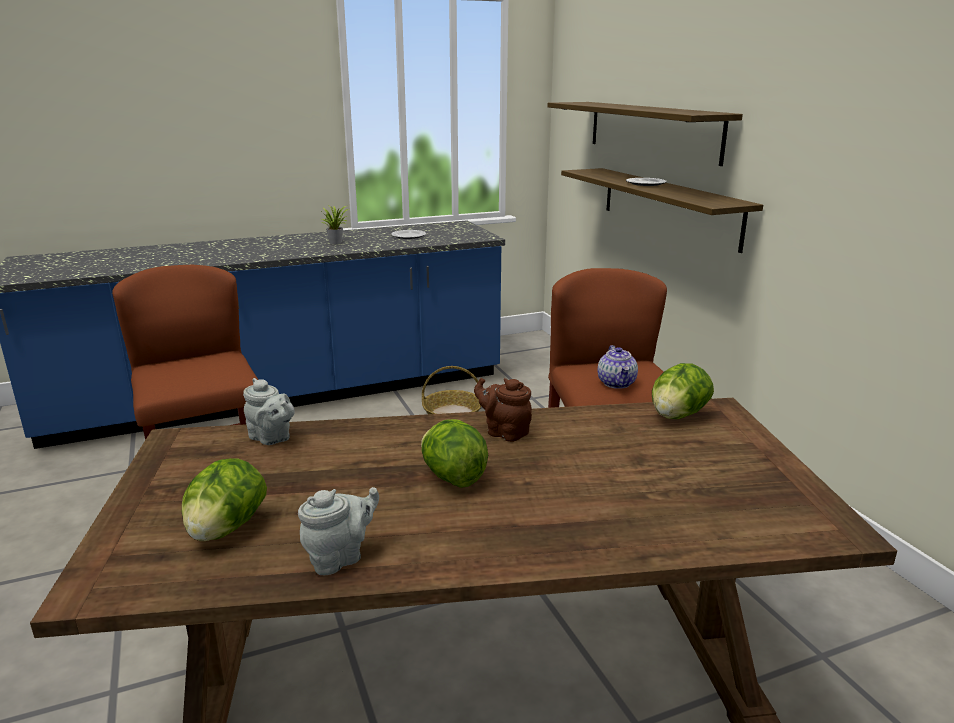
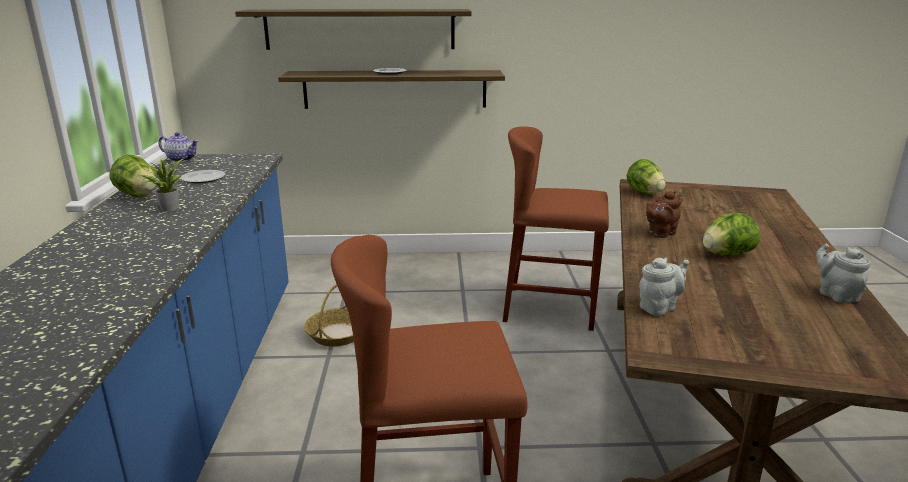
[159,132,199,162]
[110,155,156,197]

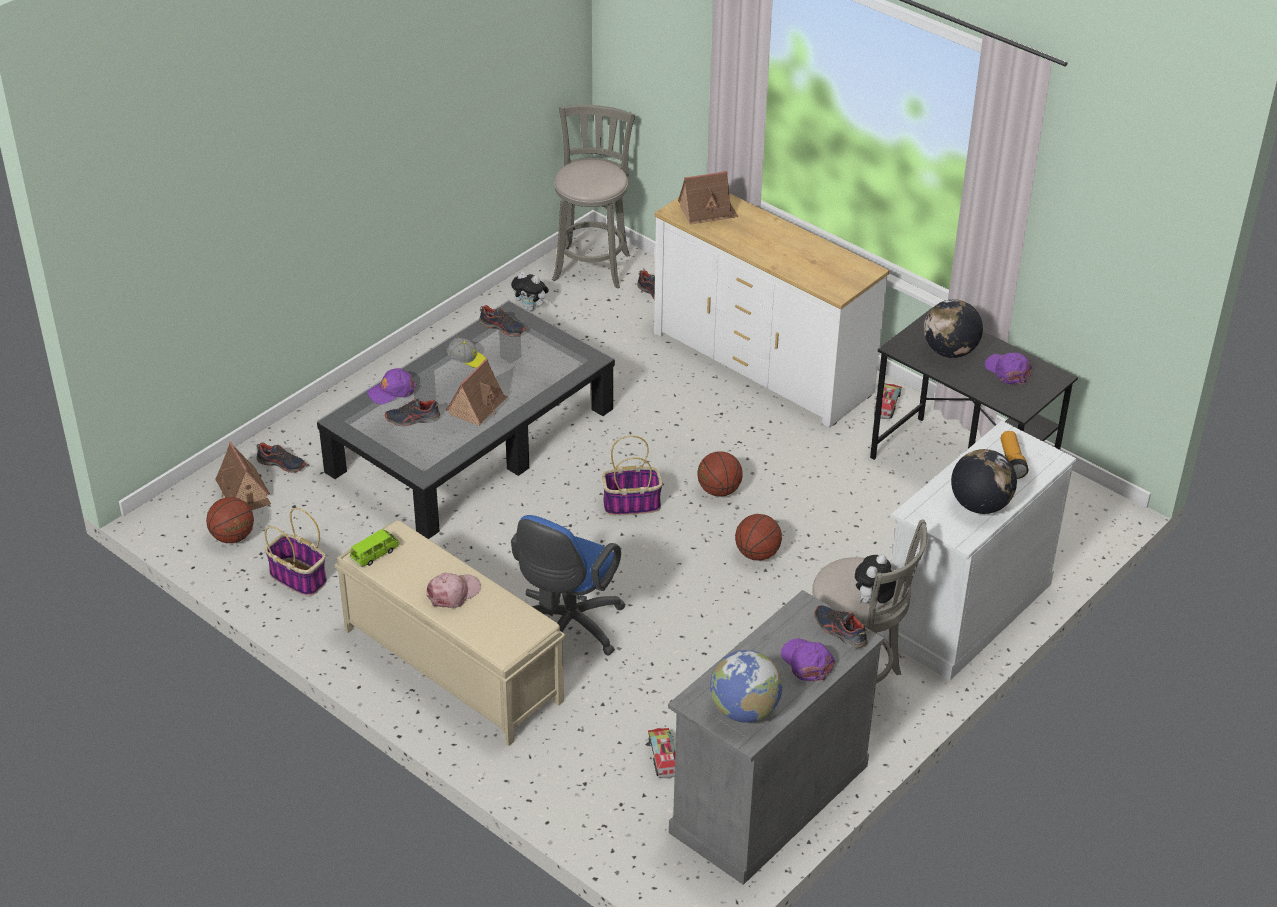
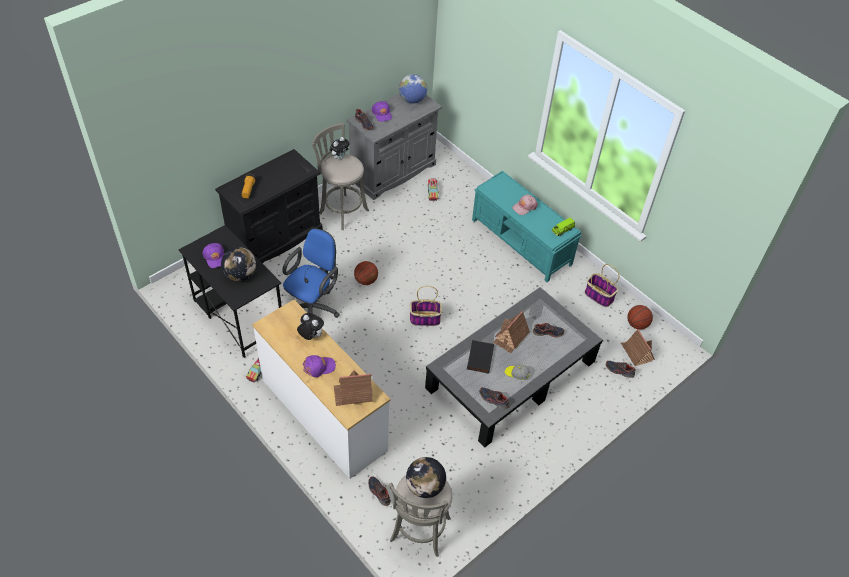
[297,313,324,340]
[302,355,336,378]
[215,149,323,263]
[406,457,446,498]
[697,451,743,496] (first image)
[282,228,340,318]
[472,171,582,282]
[467,340,494,373]

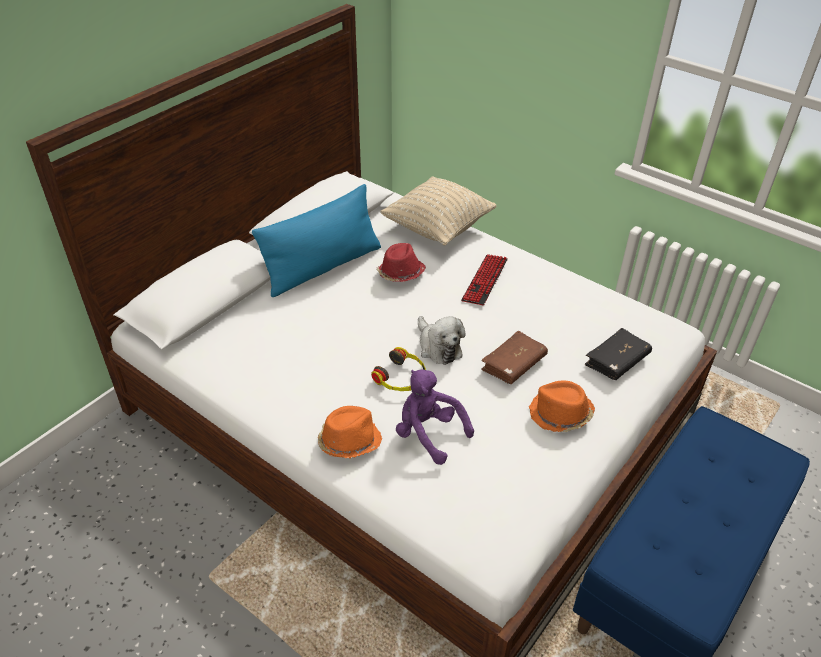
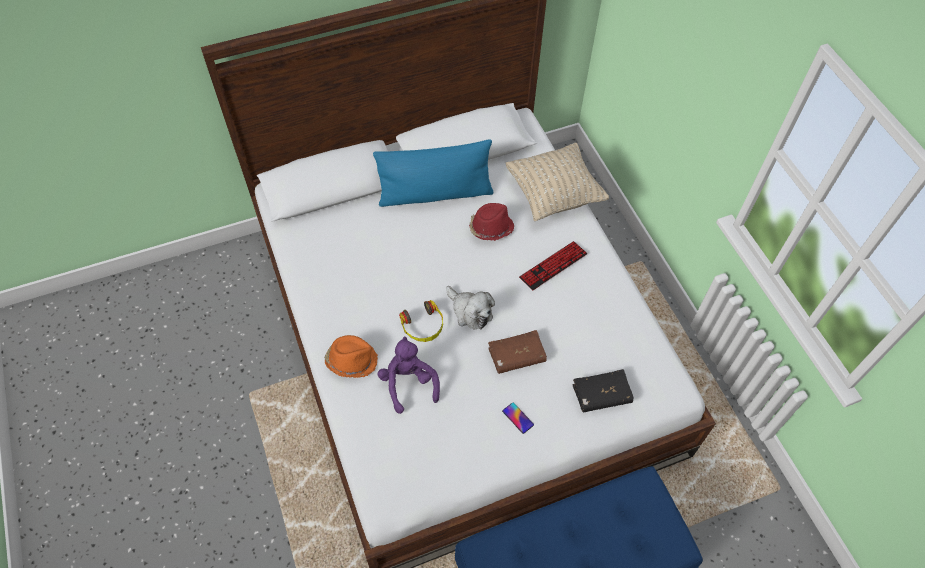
[446,286,495,330]
[502,402,534,434]

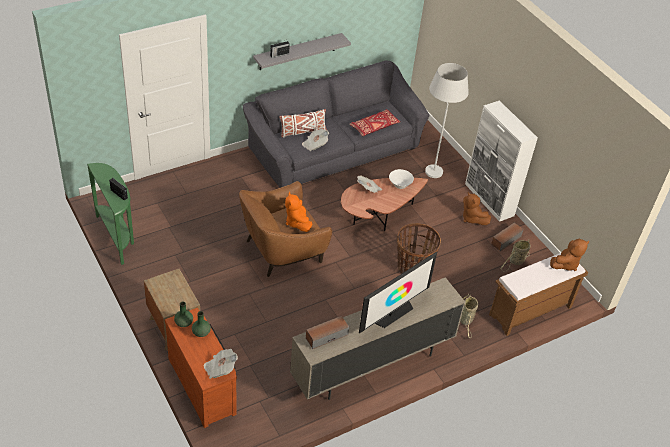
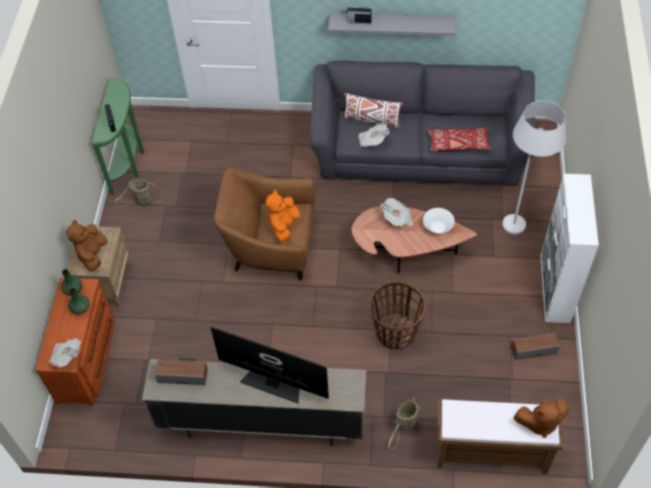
[66,220,107,271]
[114,179,164,206]
[211,327,329,403]

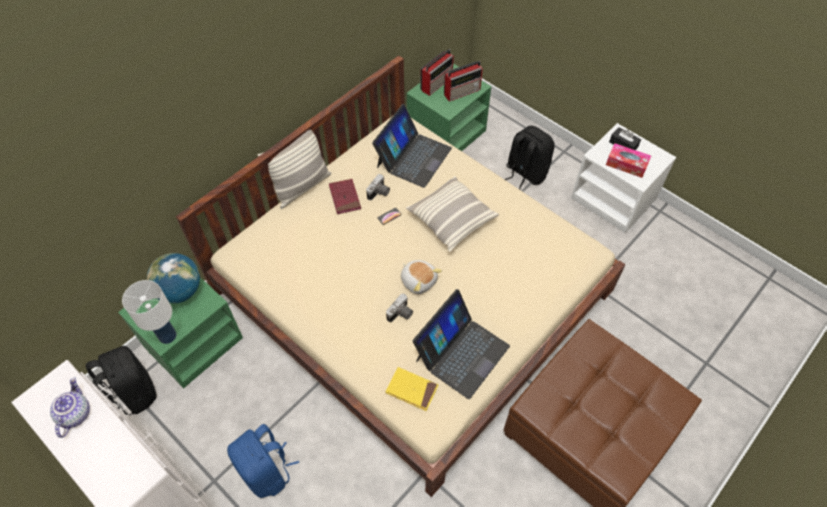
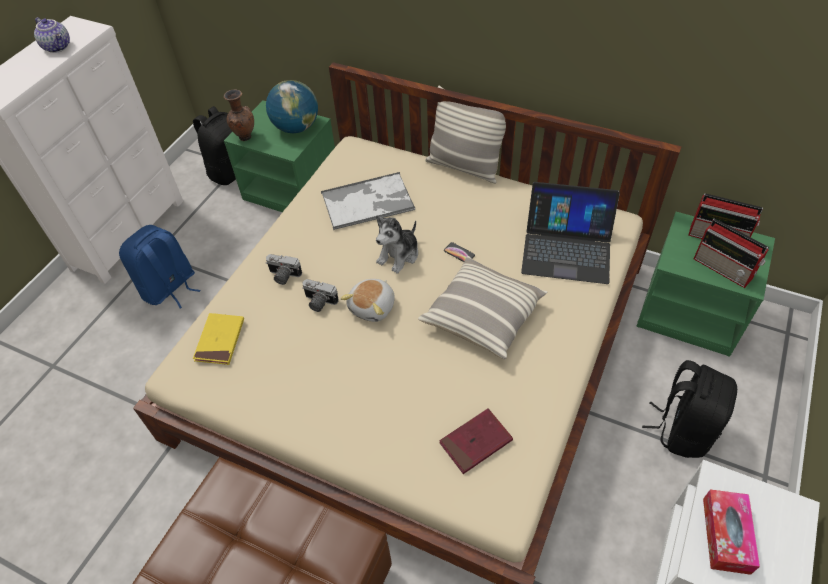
[609,127,641,150] (first image)
[266,254,302,285]
[439,408,513,474]
[224,89,254,141]
[413,289,510,399] (first image)
[34,17,70,53]
[321,172,415,230]
[376,215,418,273]

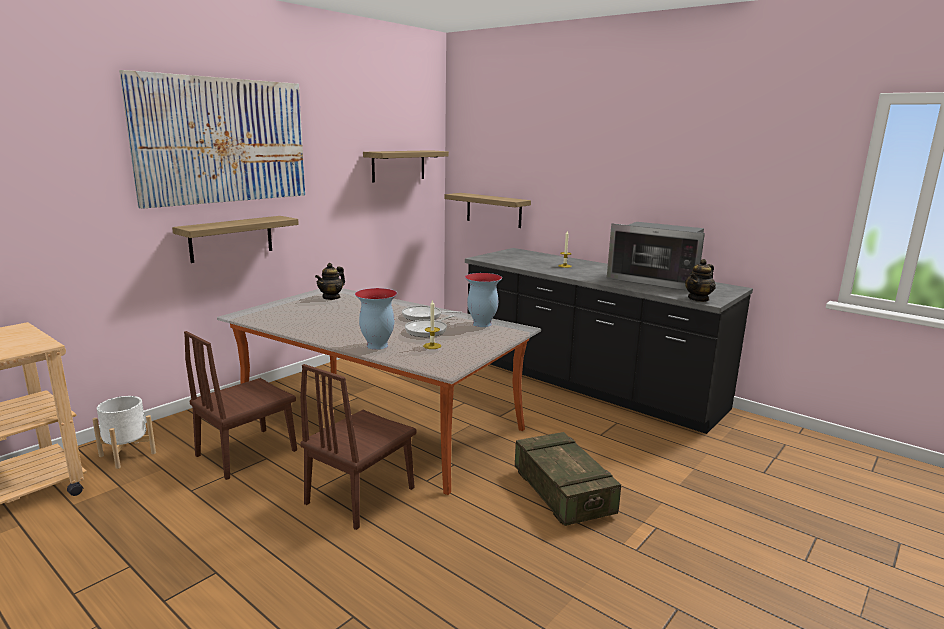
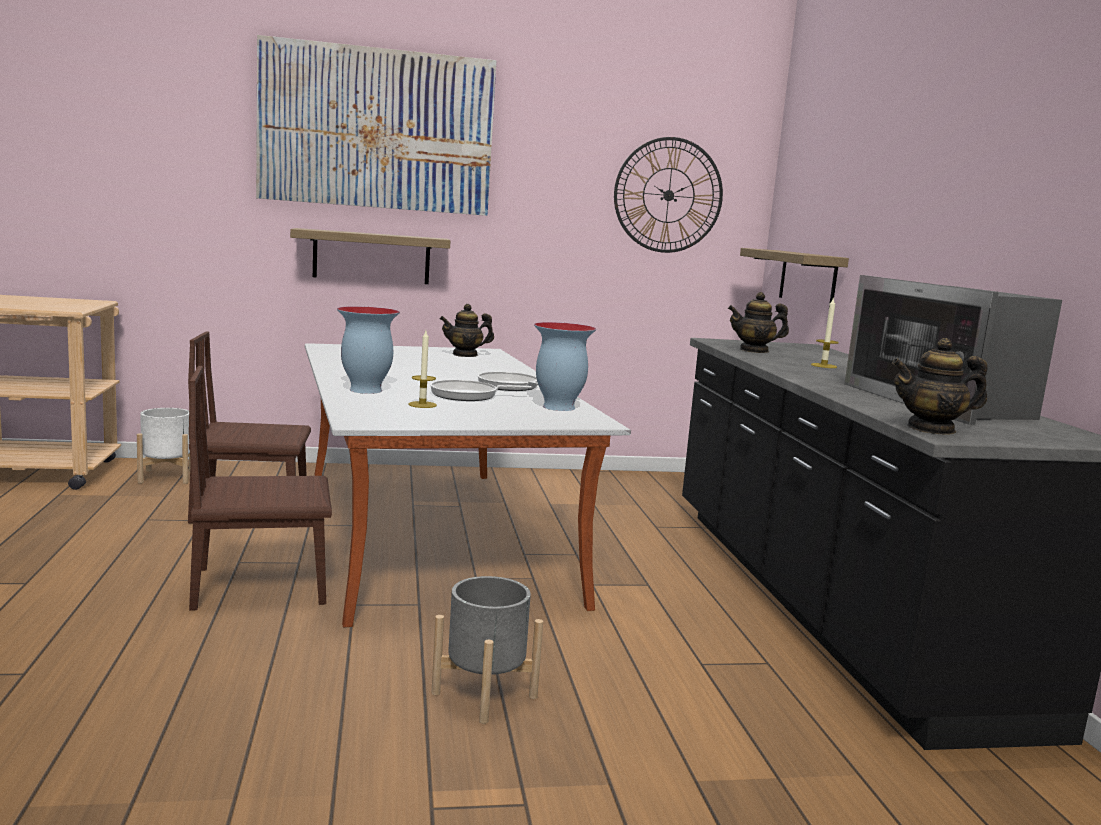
[614,137,723,253]
[432,576,543,724]
[728,292,789,353]

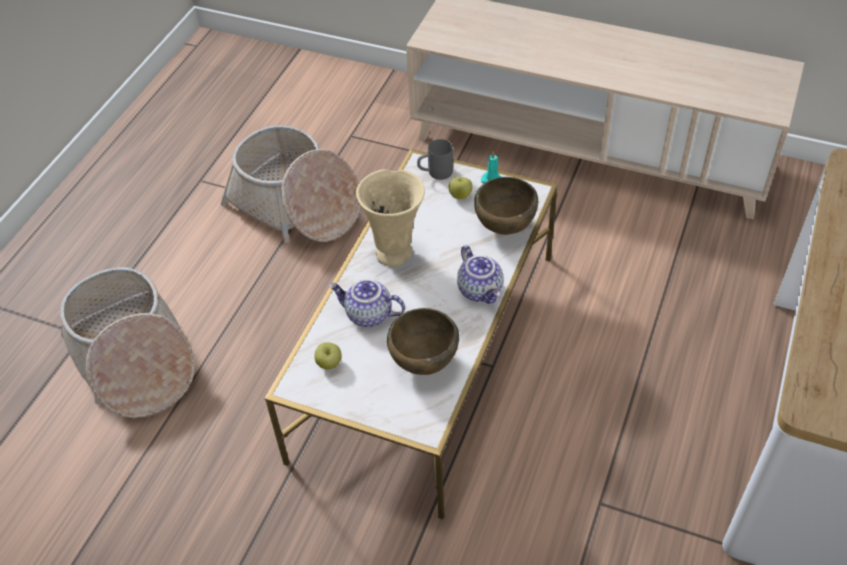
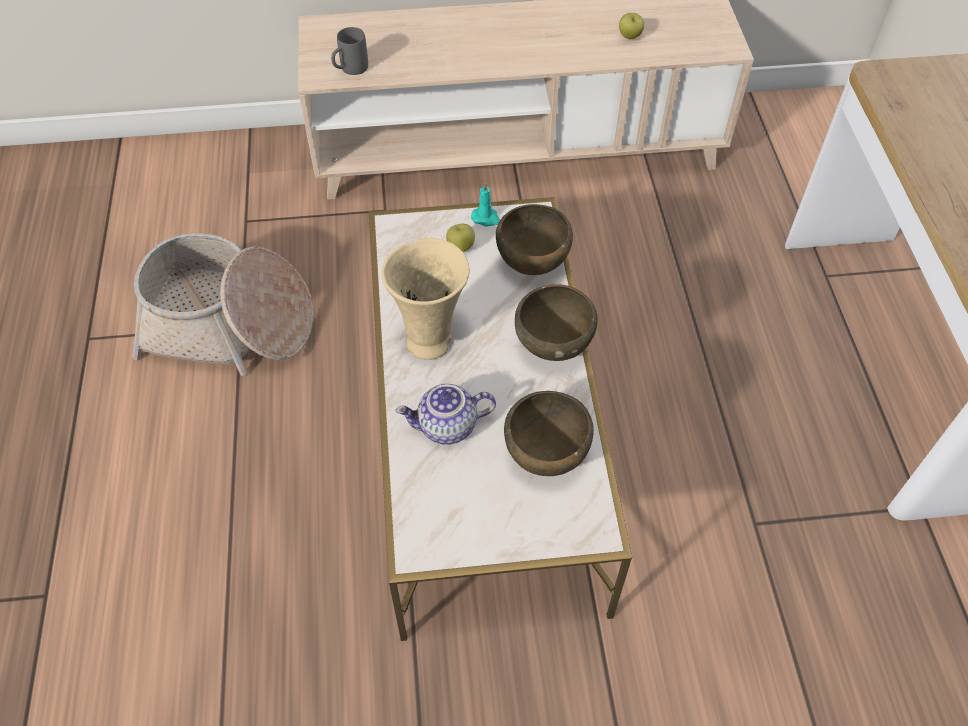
[331,27,368,75]
[515,284,598,361]
[60,267,195,418] (first image)
[619,13,644,39]

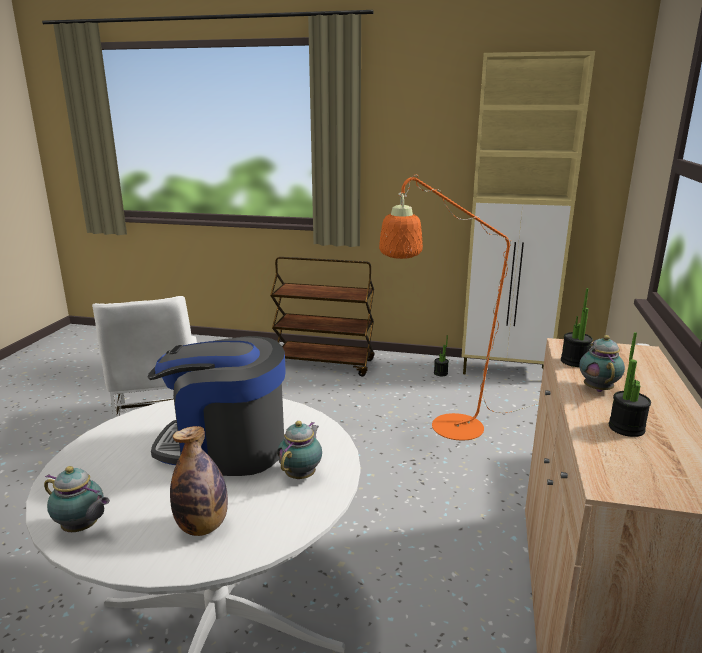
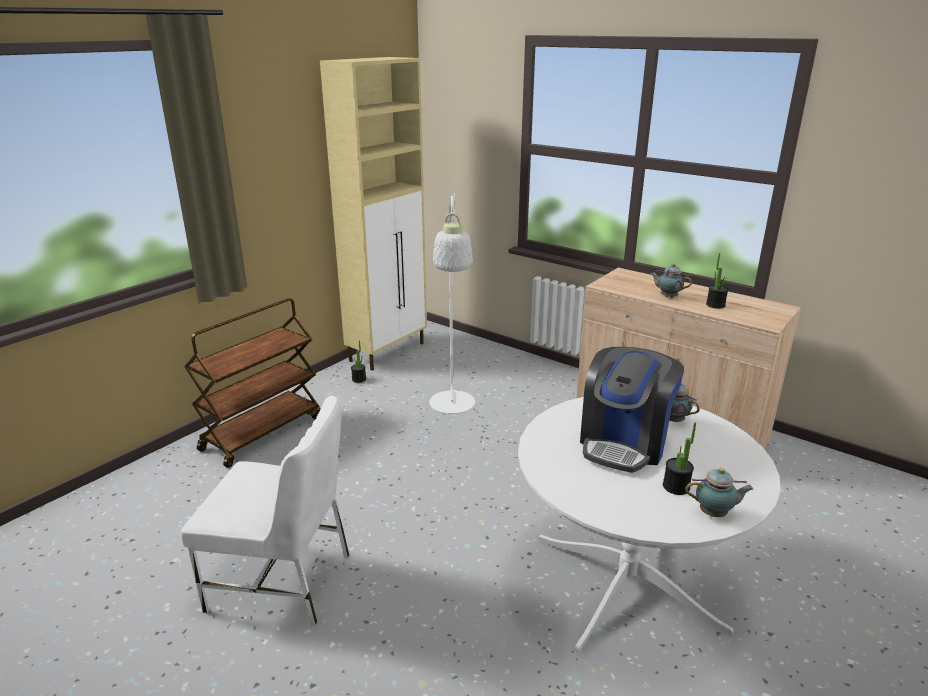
[429,193,475,414]
[663,422,696,495]
[170,426,228,536] (first image)
[685,468,753,517]

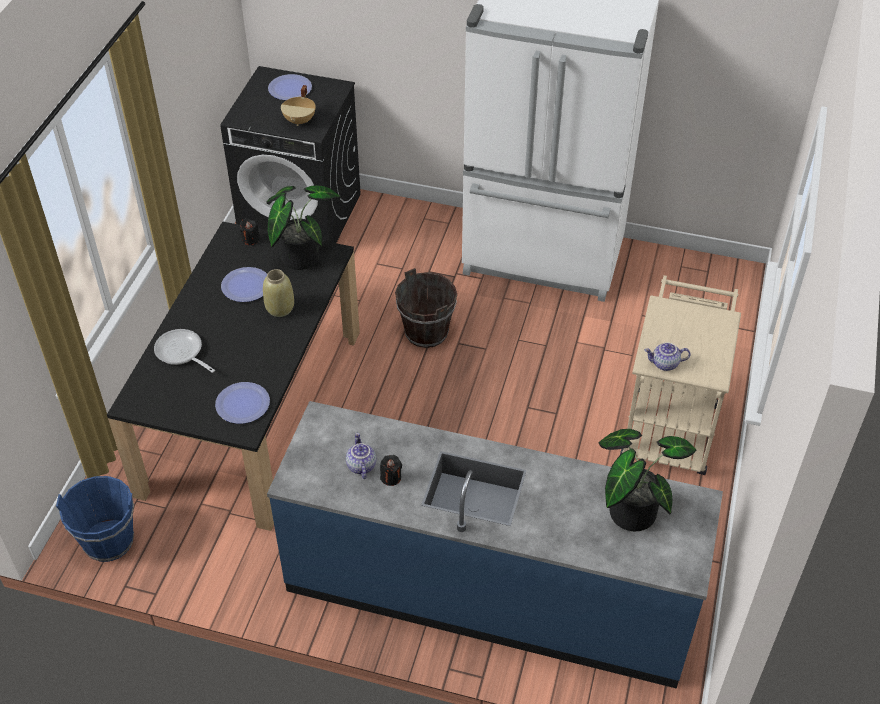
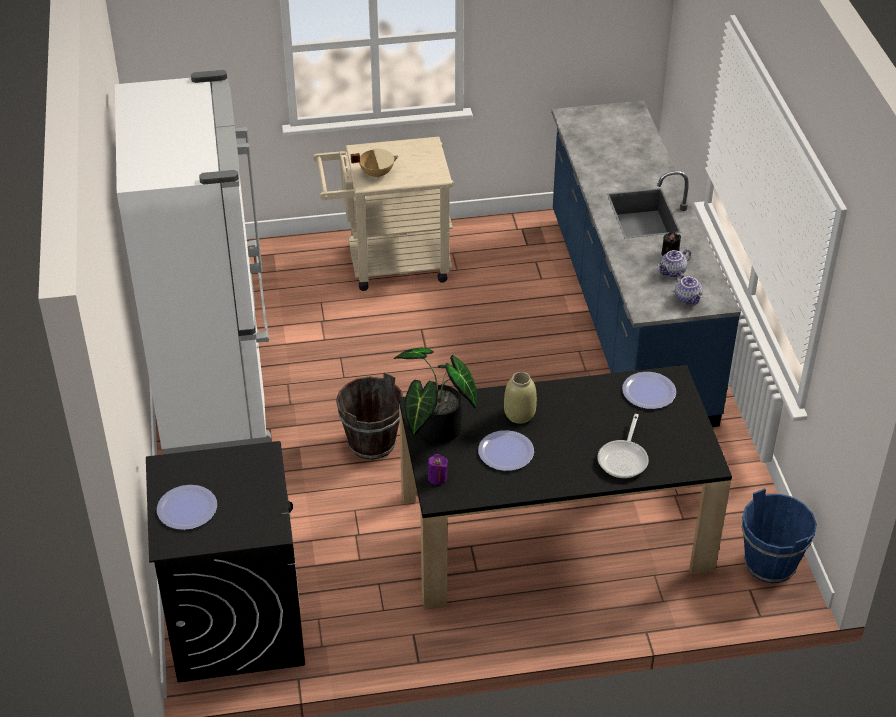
[351,149,399,179]
[427,454,448,485]
[675,272,702,304]
[599,429,697,531] (first image)

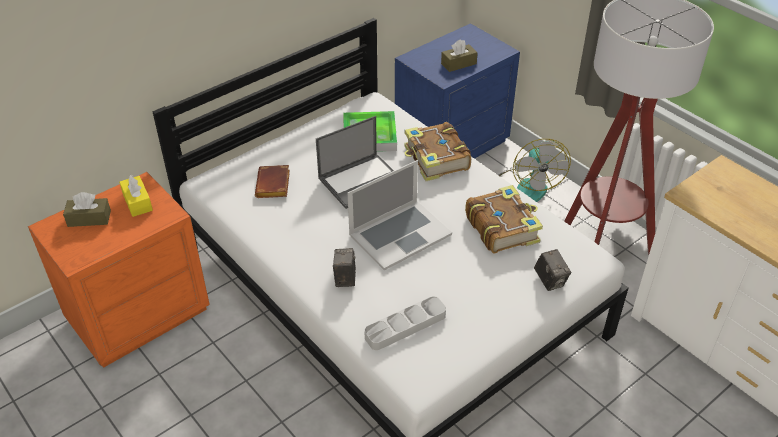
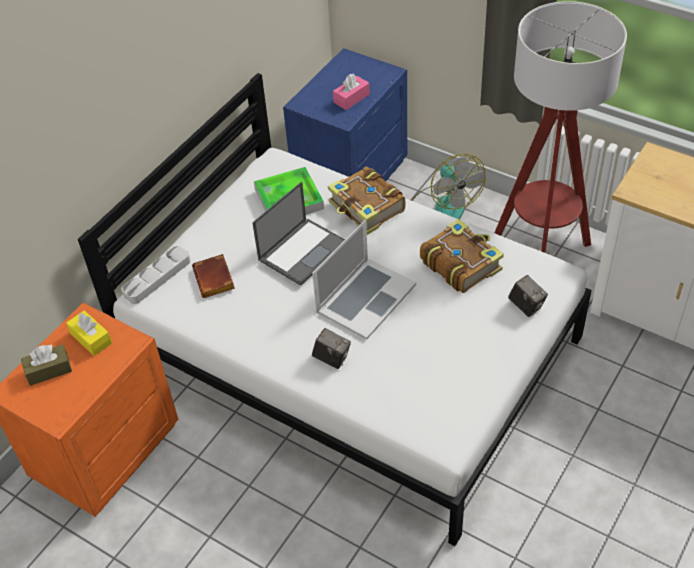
[333,74,370,110]
[312,328,351,369]
[121,246,190,304]

